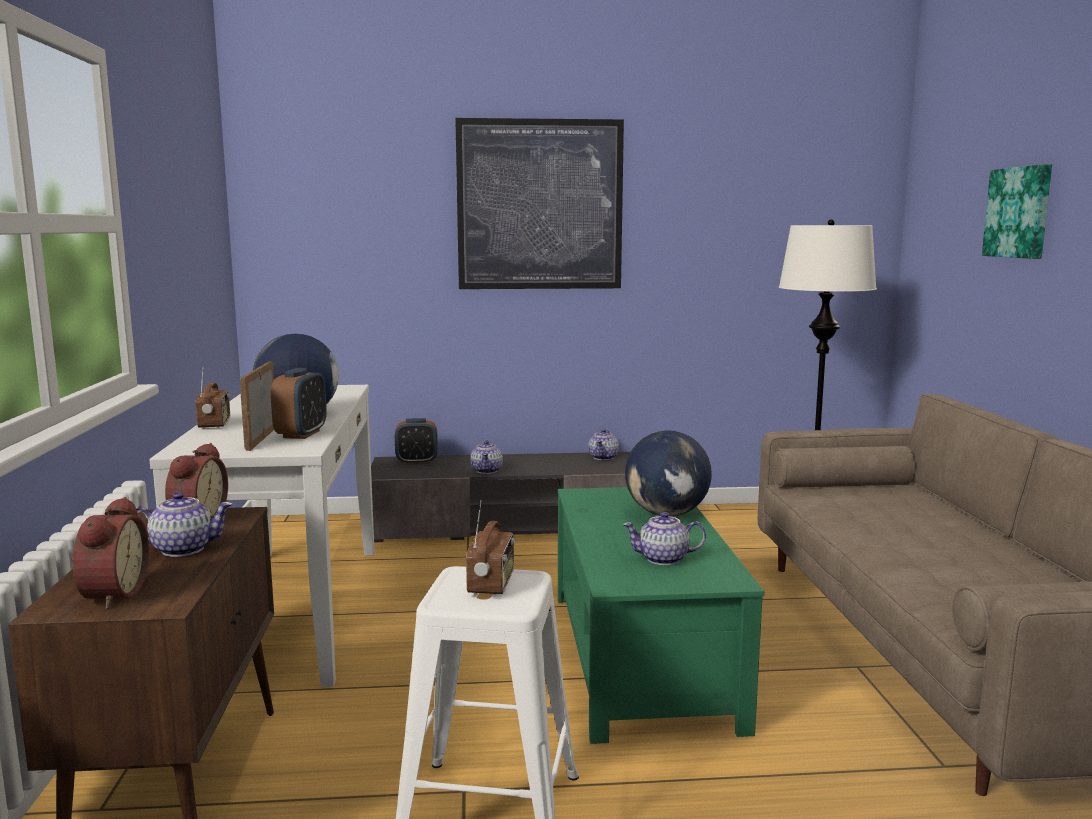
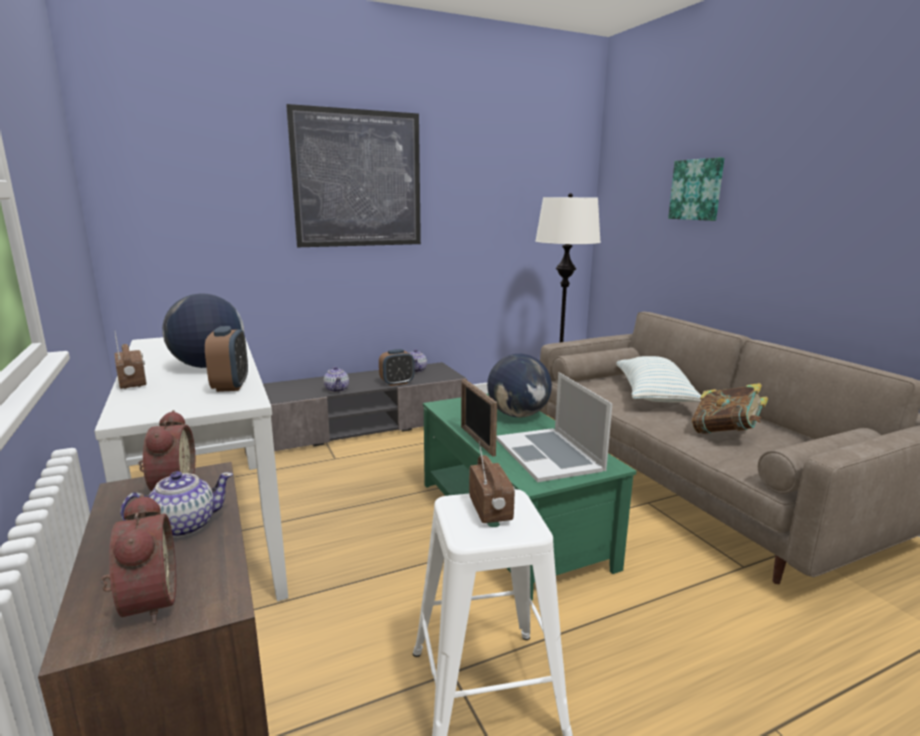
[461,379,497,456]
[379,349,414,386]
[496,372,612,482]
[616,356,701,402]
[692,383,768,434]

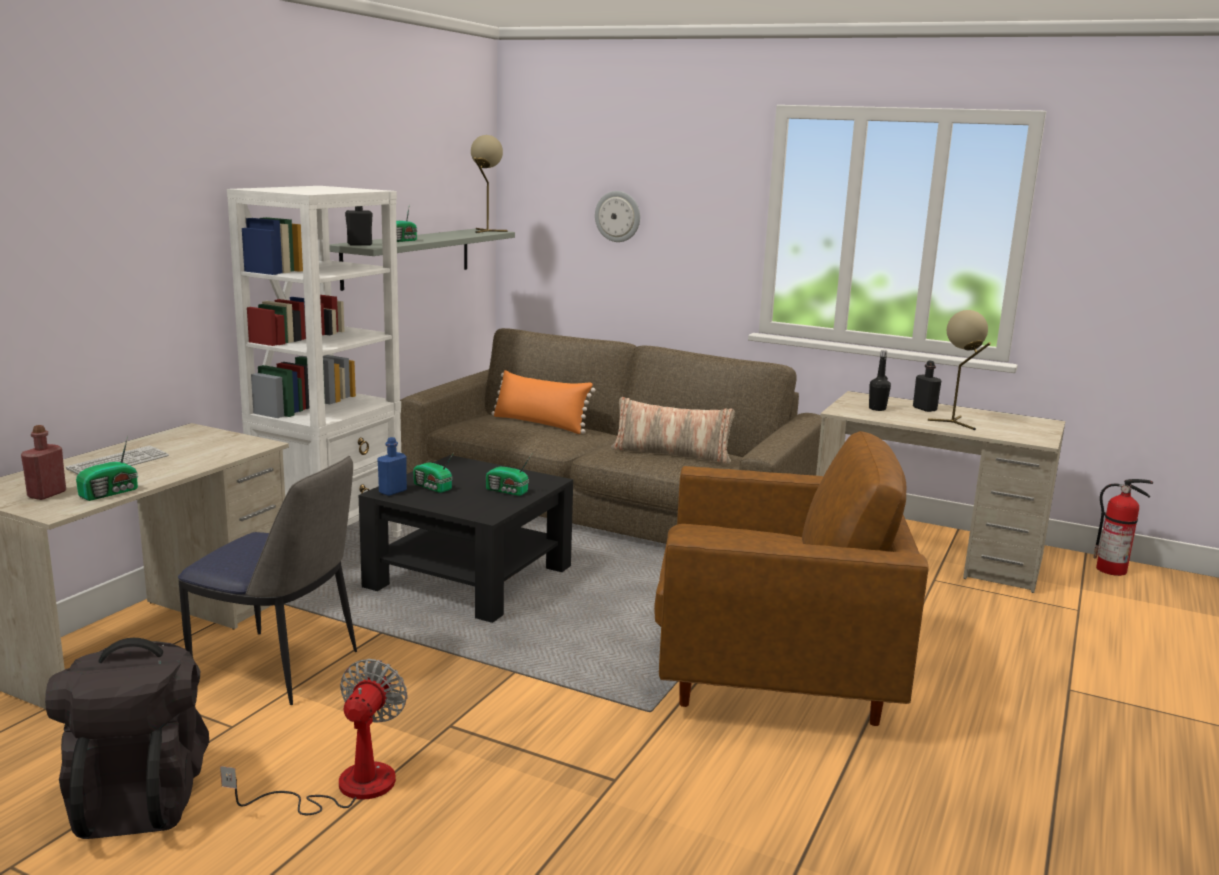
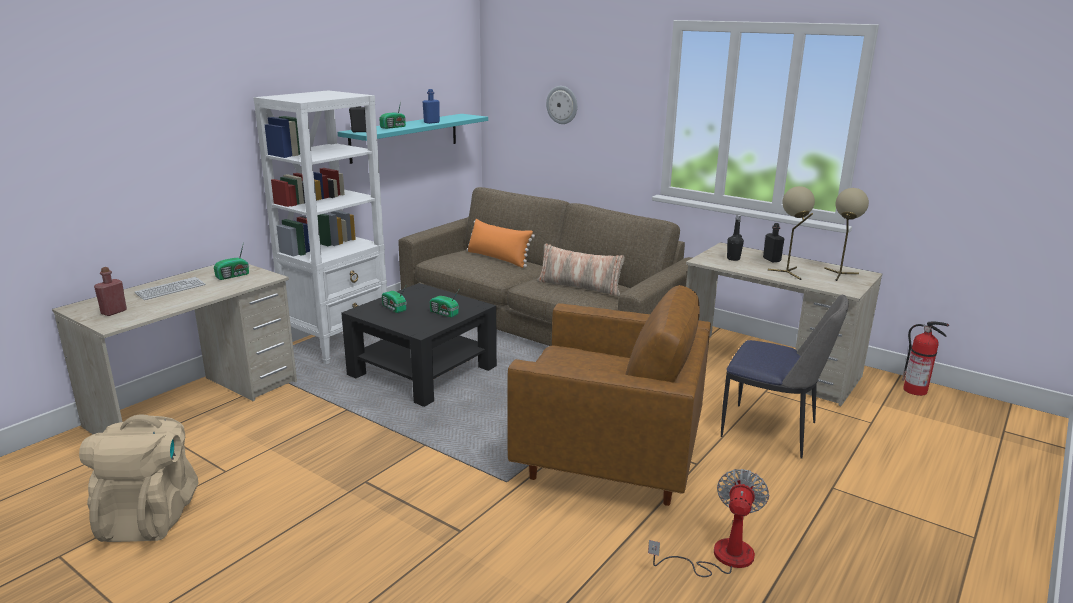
[824,188,869,281]
[338,114,488,164]
[214,242,249,280]
[423,89,440,124]
[721,295,849,459]
[79,414,199,542]
[648,469,769,577]

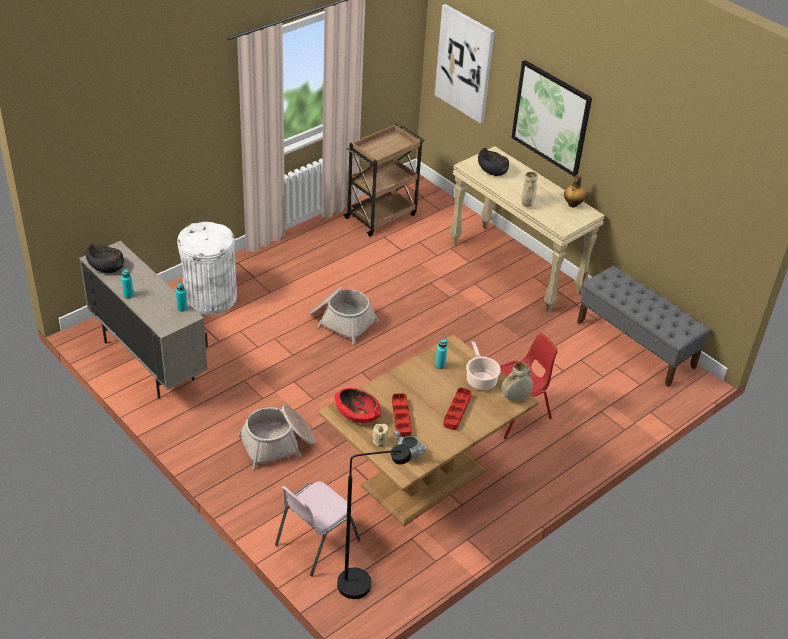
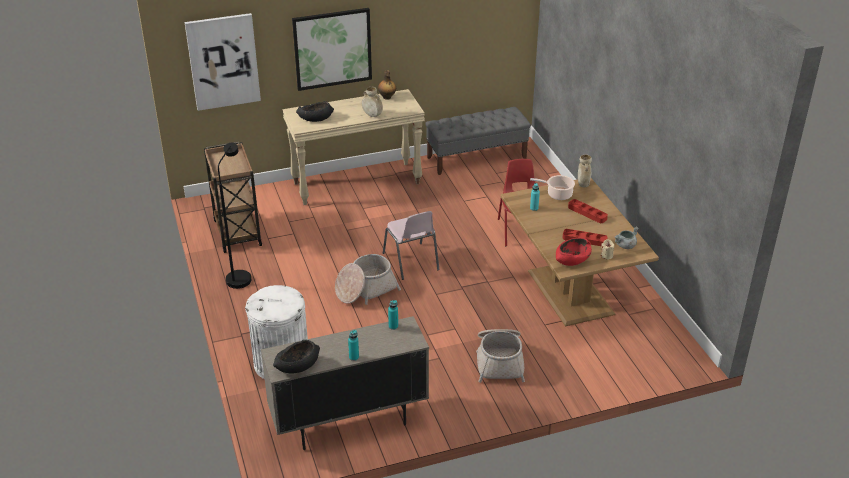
[218,143,252,289]
[383,211,440,280]

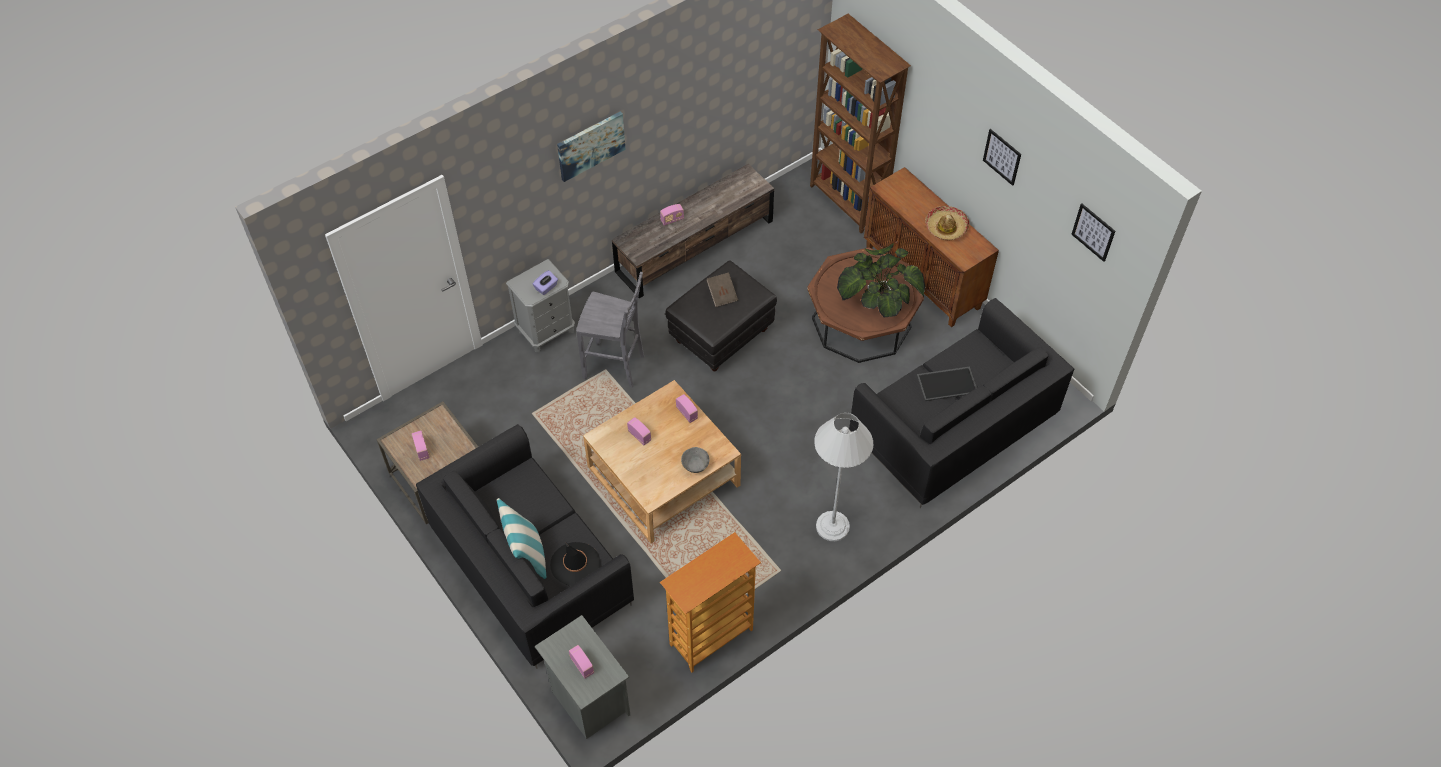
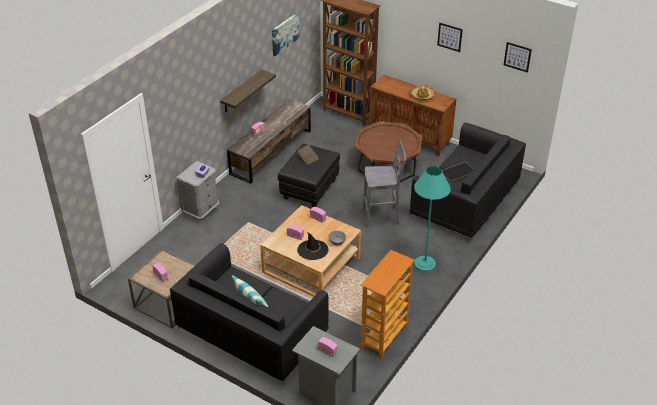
[272,13,299,56]
[837,243,925,318] (first image)
[363,140,406,227]
[414,166,451,272]
[297,232,329,260]
[220,70,276,112]

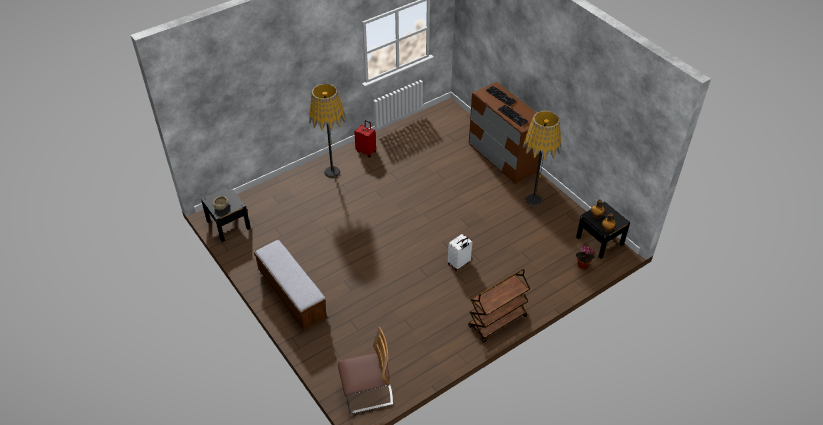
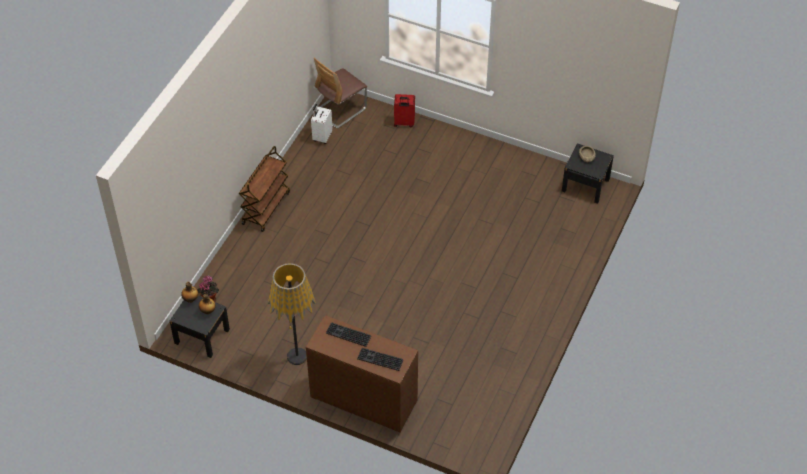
[309,84,345,178] (first image)
[394,94,415,128]
[311,104,333,144]
[254,240,328,331] (first image)

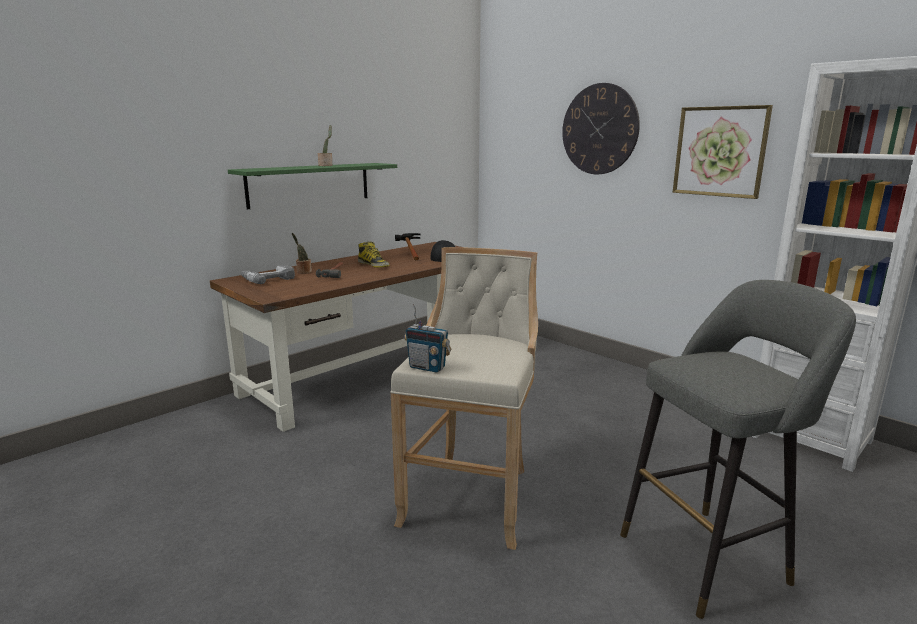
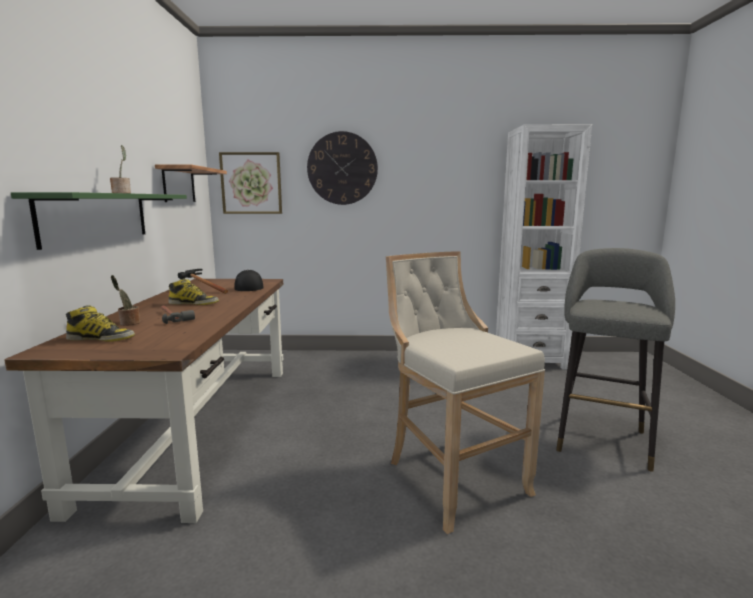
[219,152,282,214]
[66,305,135,342]
[404,304,451,373] (first image)
[155,164,227,202]

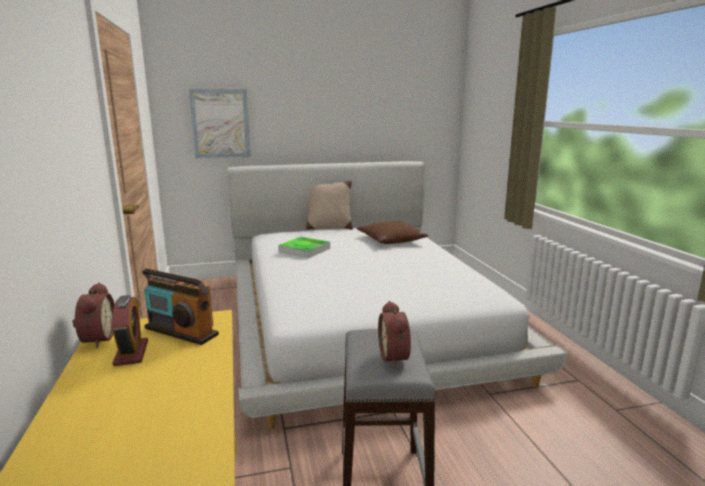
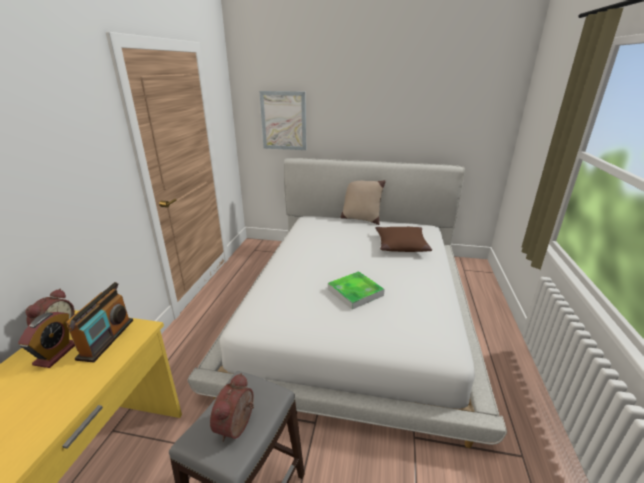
[328,271,385,309]
[66,282,133,362]

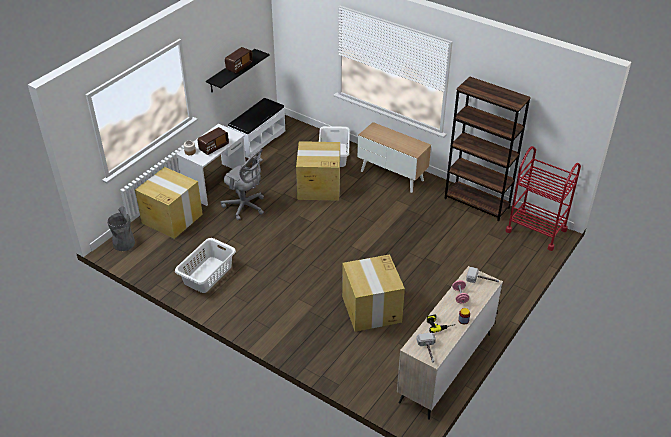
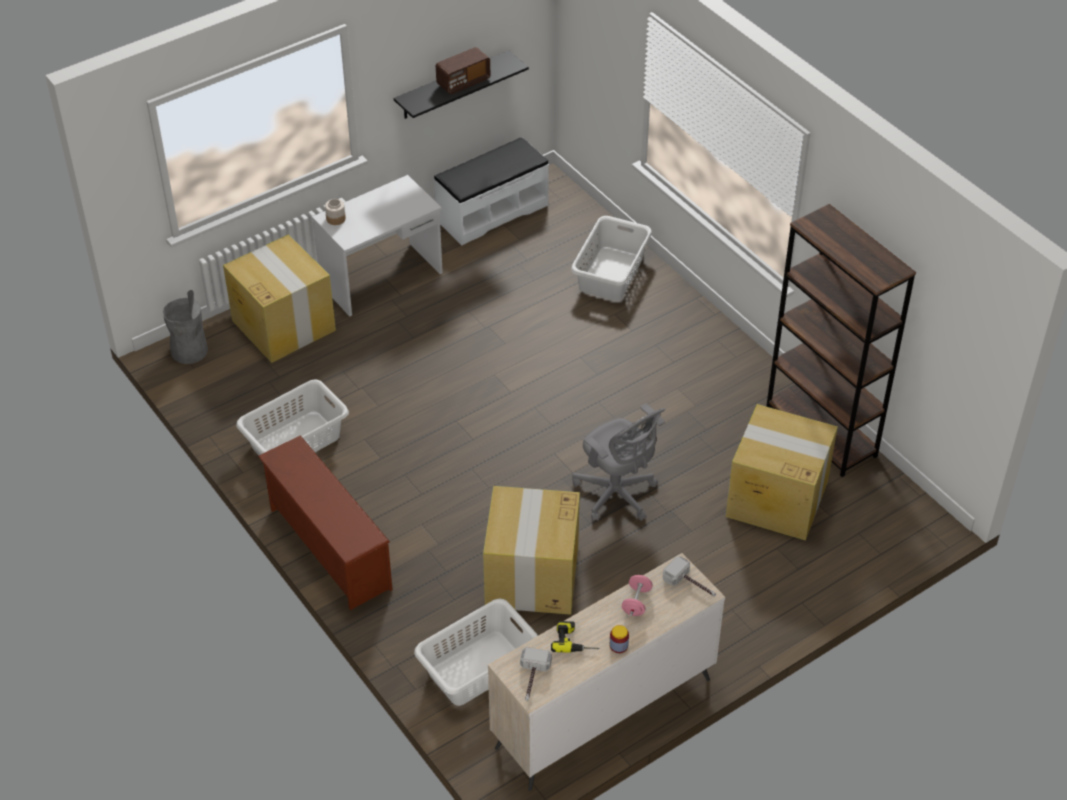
[357,122,431,193] (first image)
[197,127,229,155] (first image)
[726,404,838,540]
[506,146,581,251] (first image)
[572,403,666,521]
[258,435,393,610]
[414,599,538,706]

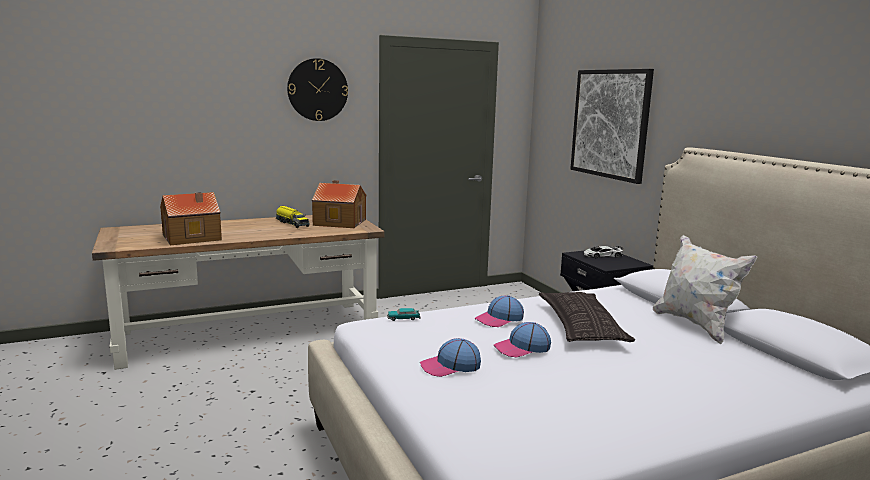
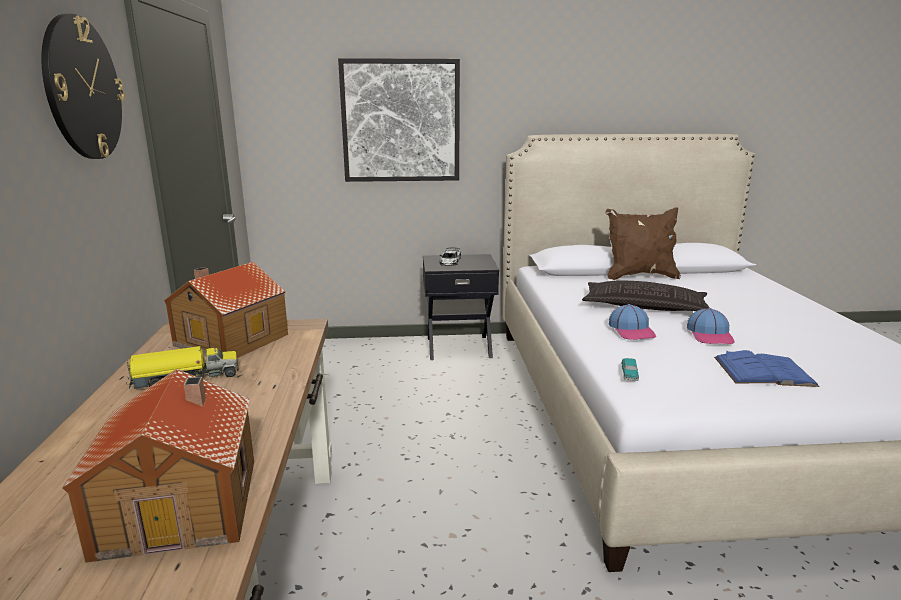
[605,207,681,280]
[714,350,820,387]

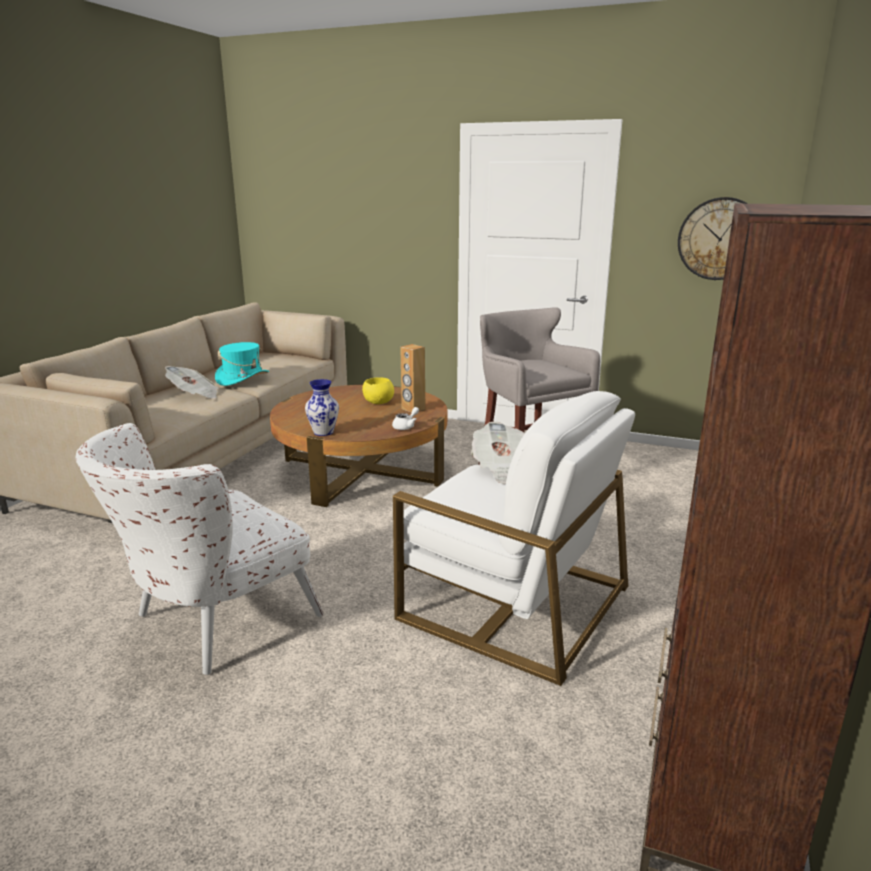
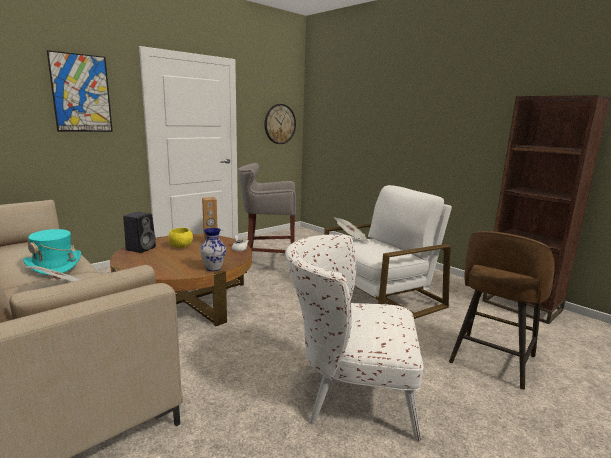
[285,235,424,441]
[47,50,113,132]
[123,212,156,253]
[449,231,555,390]

